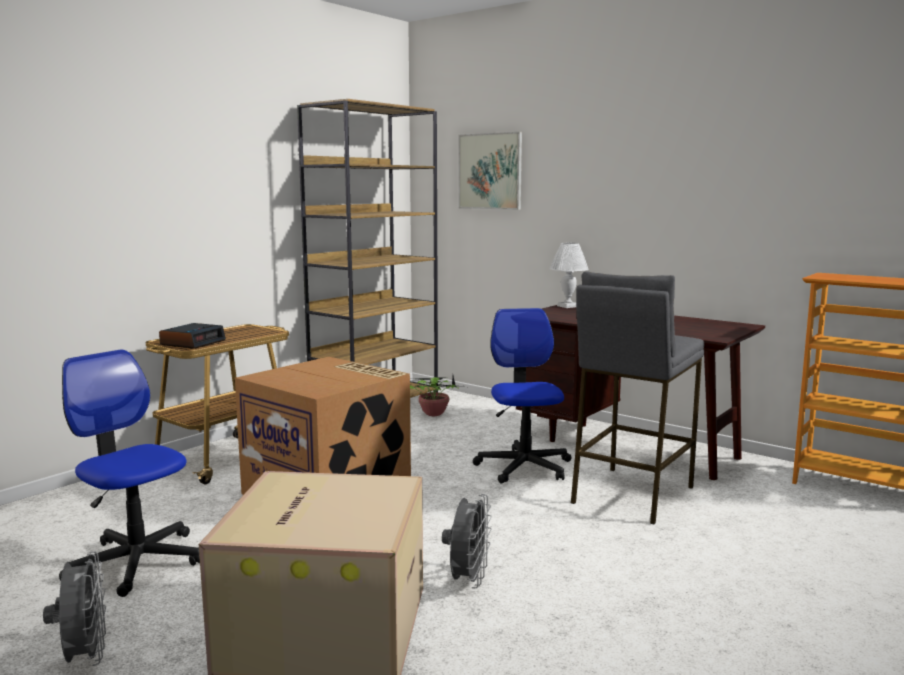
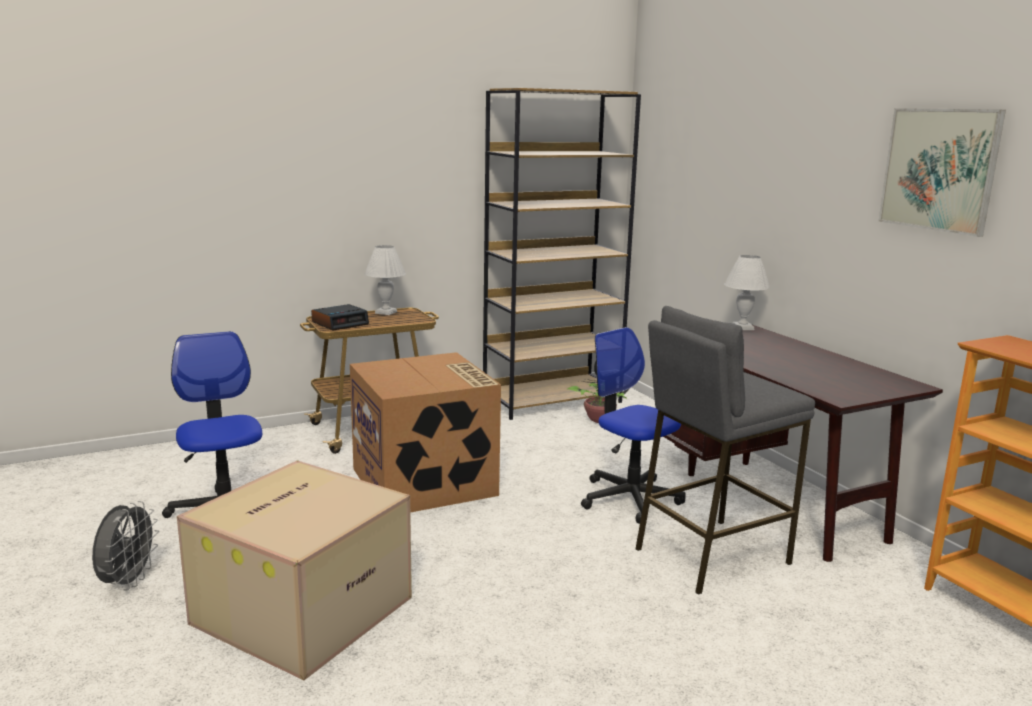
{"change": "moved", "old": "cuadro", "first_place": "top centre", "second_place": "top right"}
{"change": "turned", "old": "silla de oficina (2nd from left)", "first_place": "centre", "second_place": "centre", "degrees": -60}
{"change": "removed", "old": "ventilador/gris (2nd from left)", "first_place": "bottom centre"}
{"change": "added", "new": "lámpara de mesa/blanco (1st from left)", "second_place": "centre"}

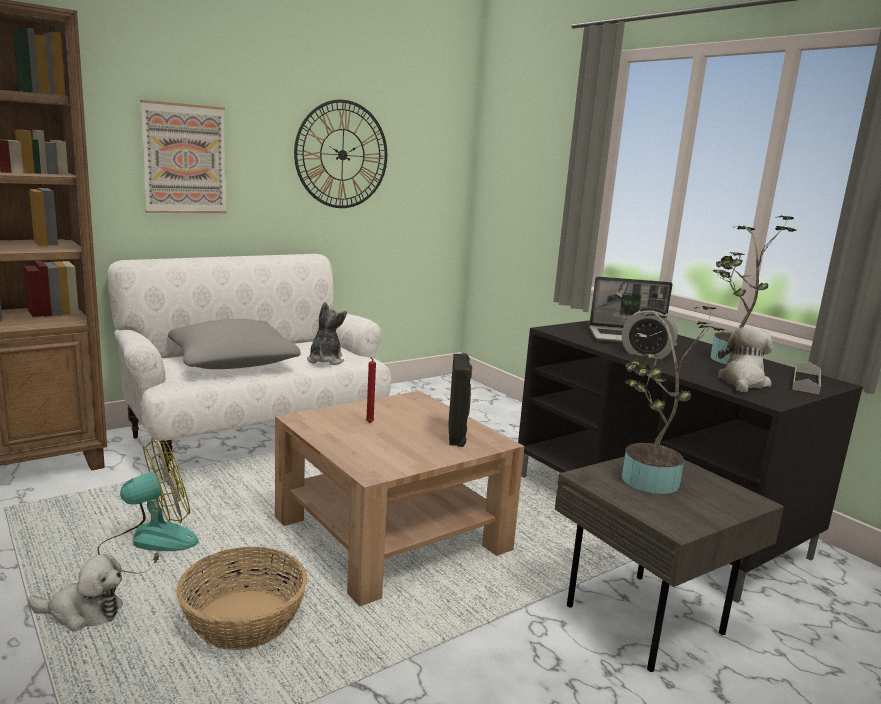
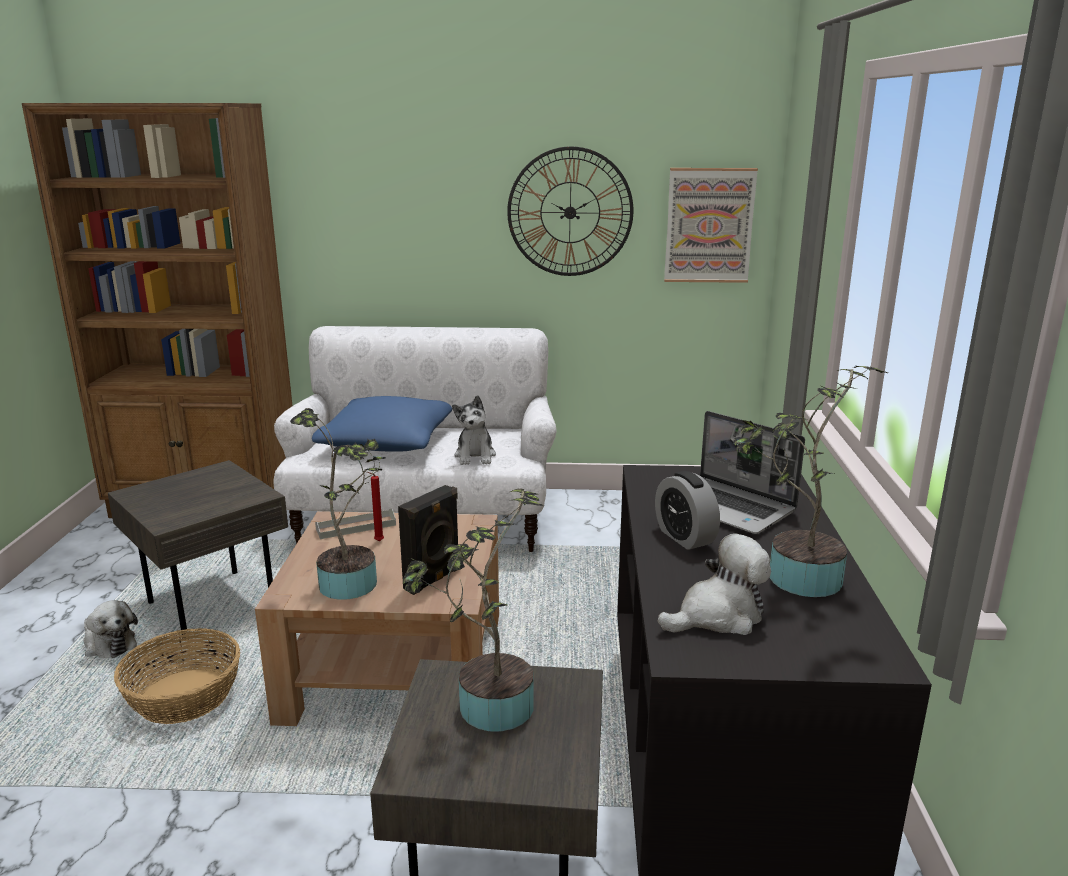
{"change": "moved", "old": "cuadro", "first_place": "top left", "second_place": "top centre"}
{"change": "turned", "old": "peluche (2nd from left)", "first_place": "centre", "second_place": "centre", "degrees": 135}
{"change": "recoloured", "old": "cojín/gris", "new": "cojín/azul", "first_place": "middle left", "second_place": "centre"}
{"change": "moved", "old": "bandeja/gris", "first_place": "middle right", "second_place": "middle left"}
{"change": "replaced", "old": "ventilador", "new": "mesa auxiliar/gris (1st from left)", "first_place": "bottom left", "second_place": "middle left"}
{"change": "added", "new": "planta en maceta (1st from left)", "second_place": "middle left"}

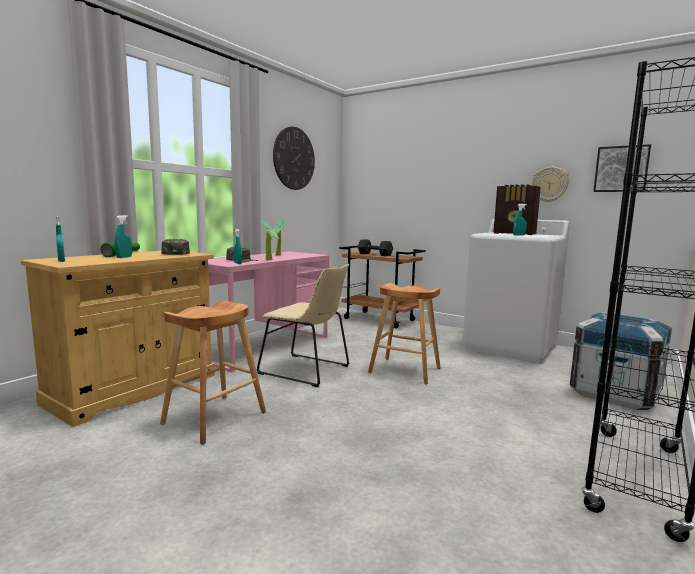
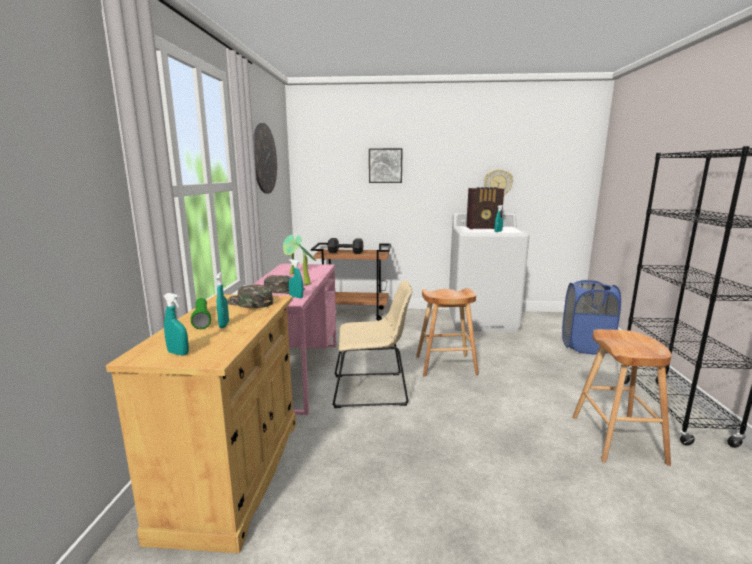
{"change": "moved", "old": "cuadro", "first_place": "top right", "second_place": "top centre"}
{"change": "moved", "old": "taburete/marrón (1st from left in the first image)", "new": "taburete/marrón (2nd from left)", "first_place": "middle left", "second_place": "bottom right"}
{"change": "replaced", "old": "caja de embalaje", "new": "cesto de la ropa/azul", "first_place": "middle right", "second_place": "middle right"}

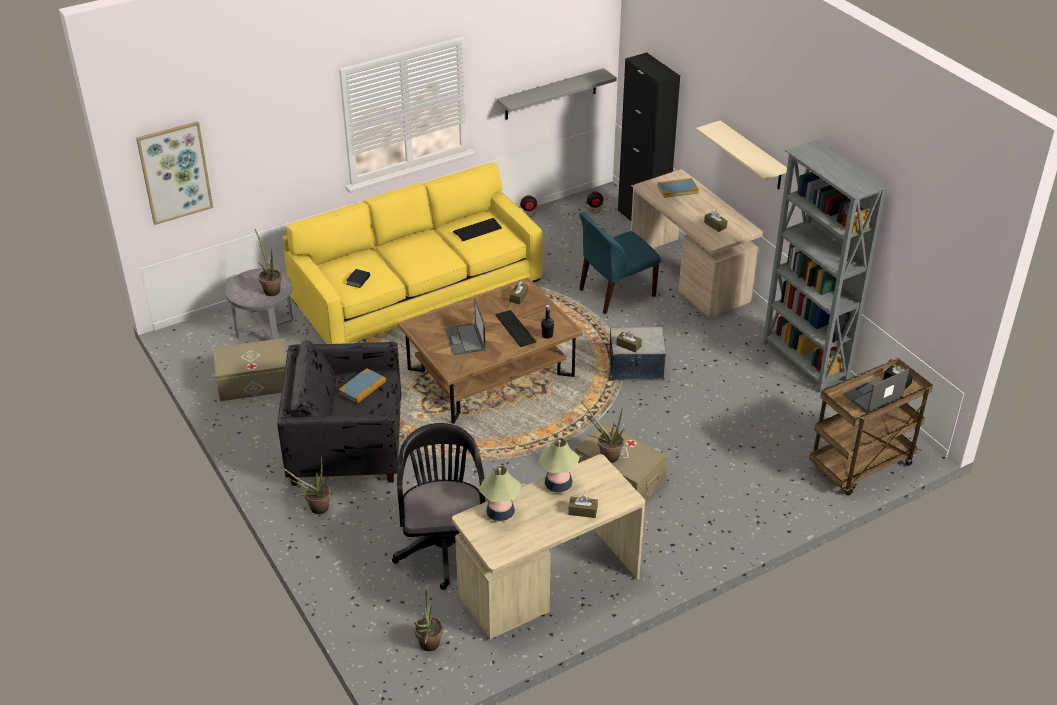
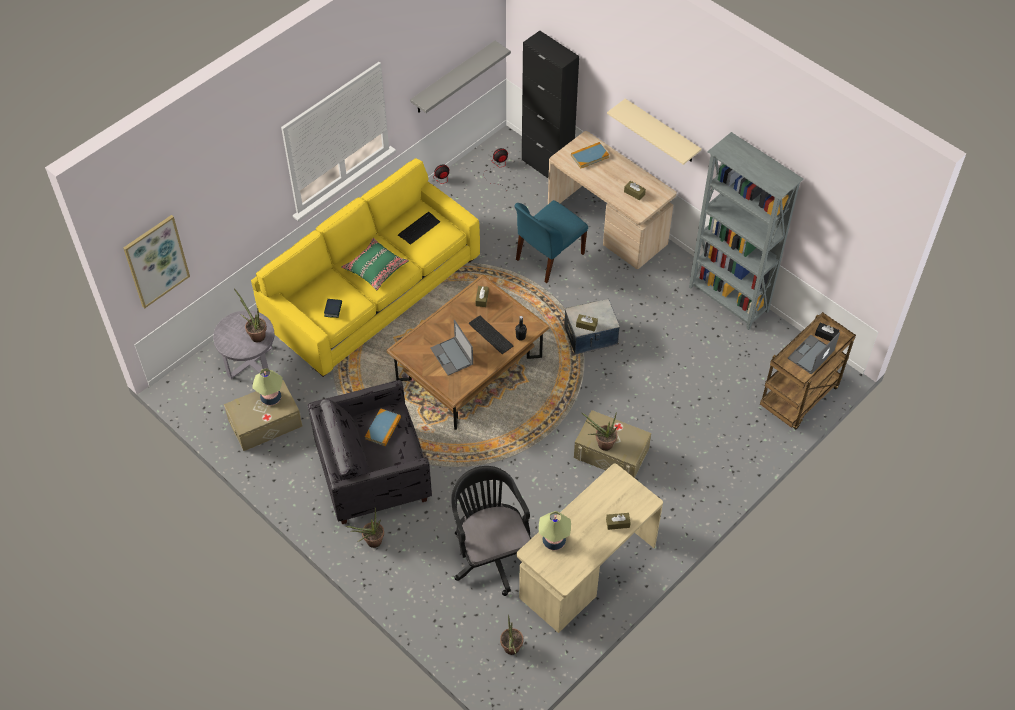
{"change": "moved", "old": "lámpara de mesa (2nd from left in the first image)", "new": "lámpara de mesa (1st from left)", "first_place": "centre", "second_place": "middle left"}
{"change": "added", "new": "cojín/verde", "second_place": "centre"}

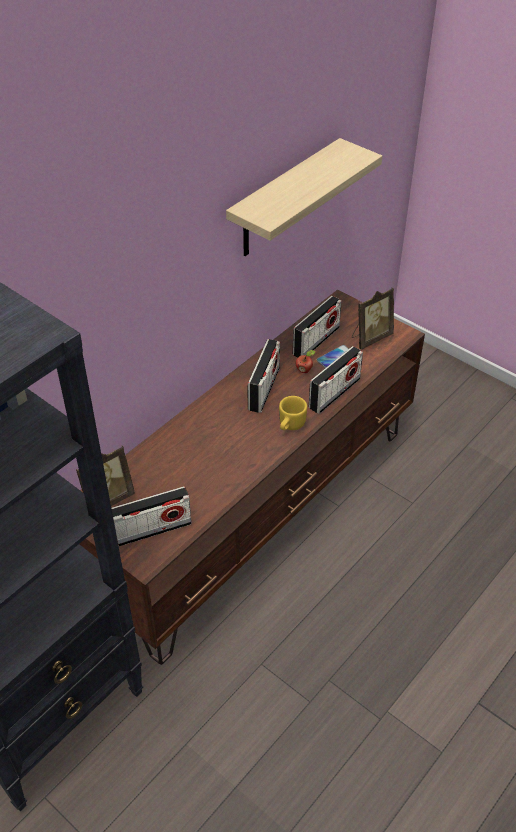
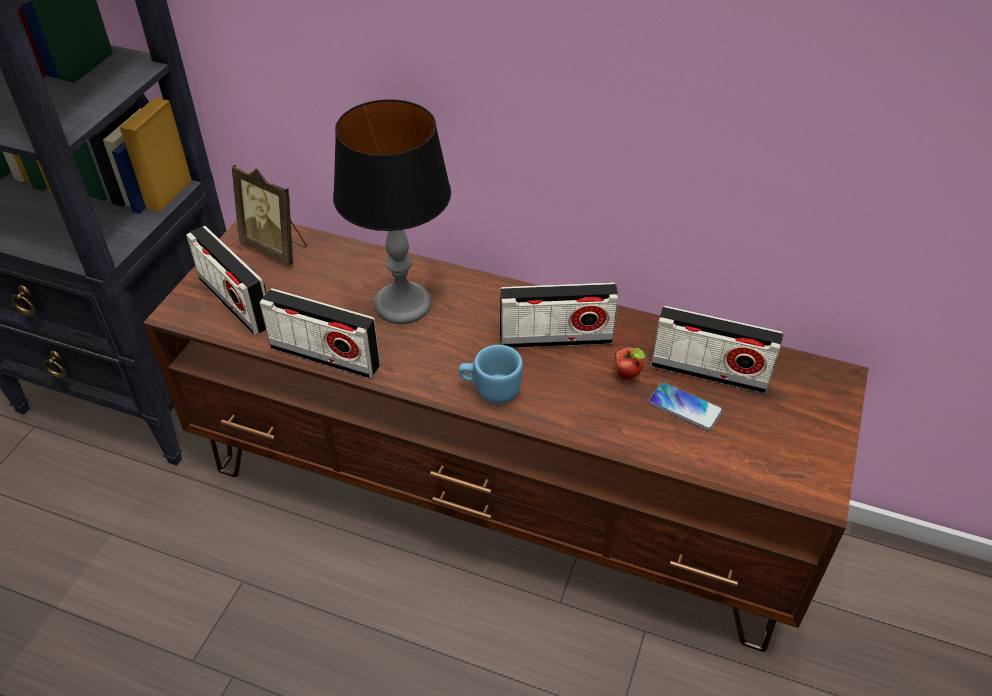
{"change": "removed", "old": "estante", "first_place": "top centre"}
{"change": "removed", "old": "portarretratos (2nd from left)", "first_place": "middle right"}
{"change": "moved", "old": "radio (4th from left in the first image)", "new": "radio (2nd from left)", "first_place": "centre", "second_place": "middle left"}
{"change": "recoloured", "old": "taza grande/amarillo", "new": "taza grande/azul", "first_place": "centre", "second_place": "centre"}
{"change": "added", "new": "lámpara de mesa", "second_place": "top centre"}

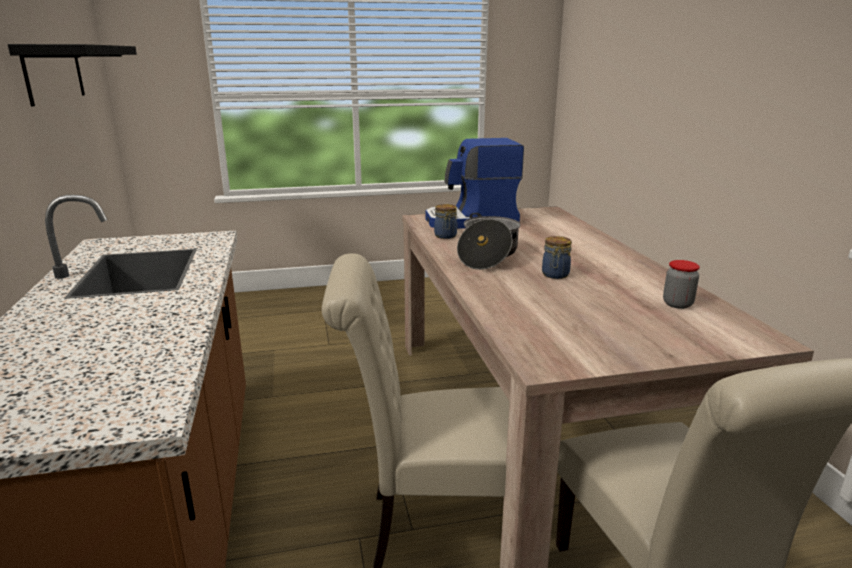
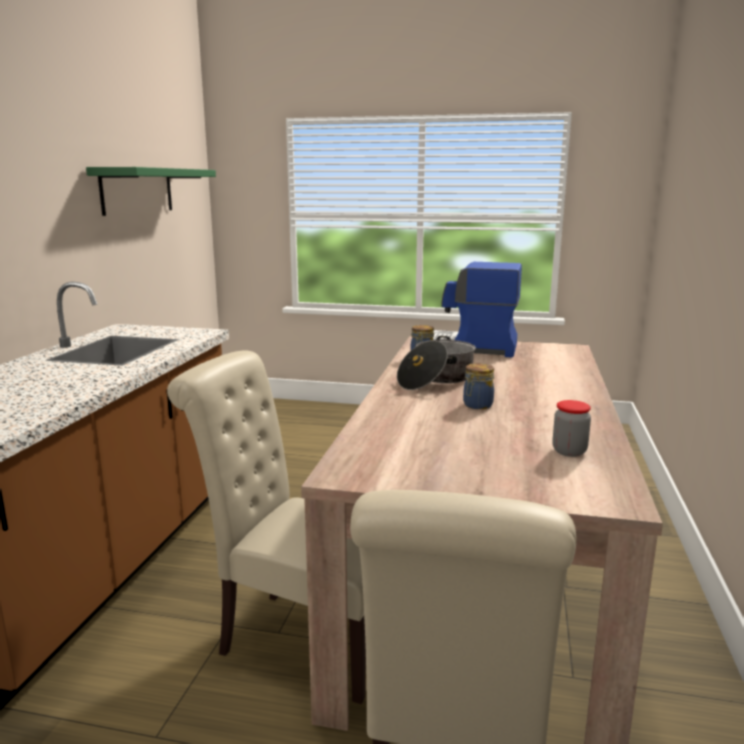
{"change": "recoloured", "old": "estante/negro", "new": "estante/verde", "first_place": "top left", "second_place": "top left"}

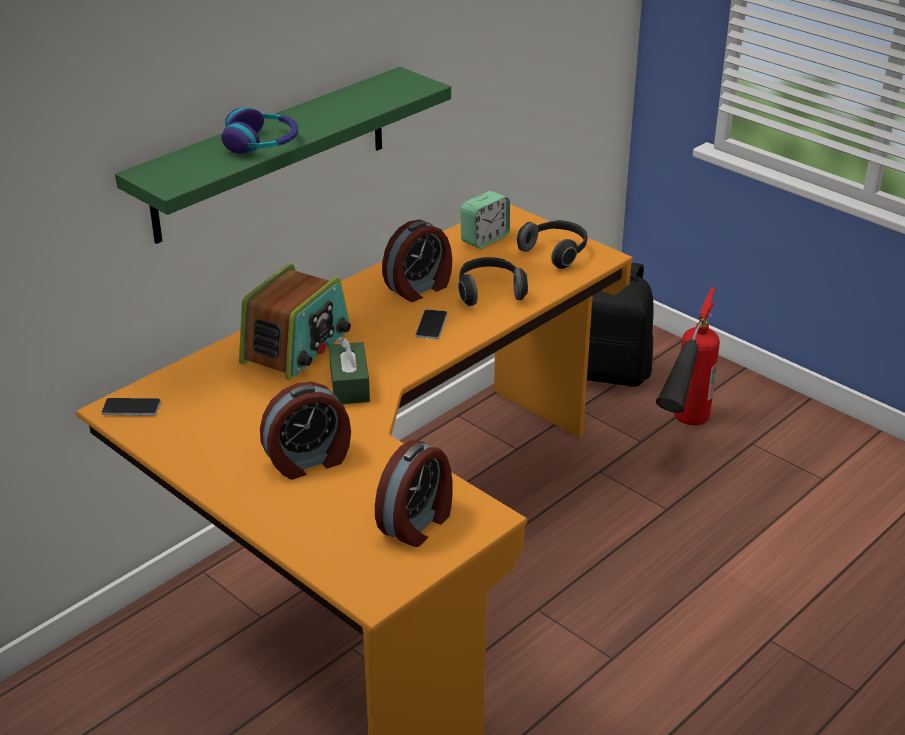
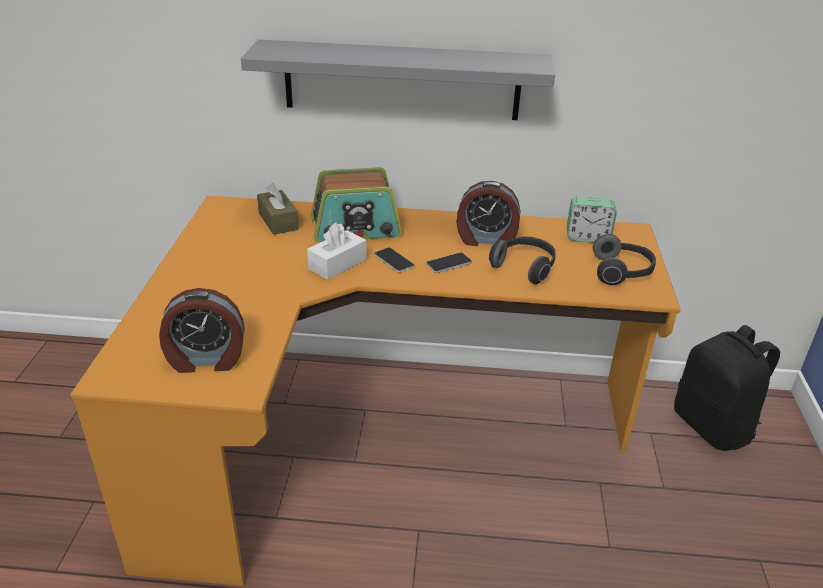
{"change": "recoloured", "old": "estante/verde", "new": "estante/gris", "first_place": "top left", "second_place": "top centre"}
{"change": "removed", "old": "auriculares (1st from left)", "first_place": "top left"}
{"change": "removed", "old": "extintor", "first_place": "middle right"}
{"change": "recoloured", "old": "caja de pañuelos/verde", "new": "caja de pañuelos/blanco", "first_place": "centre", "second_place": "centre"}
{"change": "removed", "old": "despertador (1st from left)", "first_place": "centre"}
{"change": "moved", "old": "móvil (1st from left)", "first_place": "middle left", "second_place": "centre"}
{"change": "added", "new": "caja de pañuelos/marrón", "second_place": "centre"}

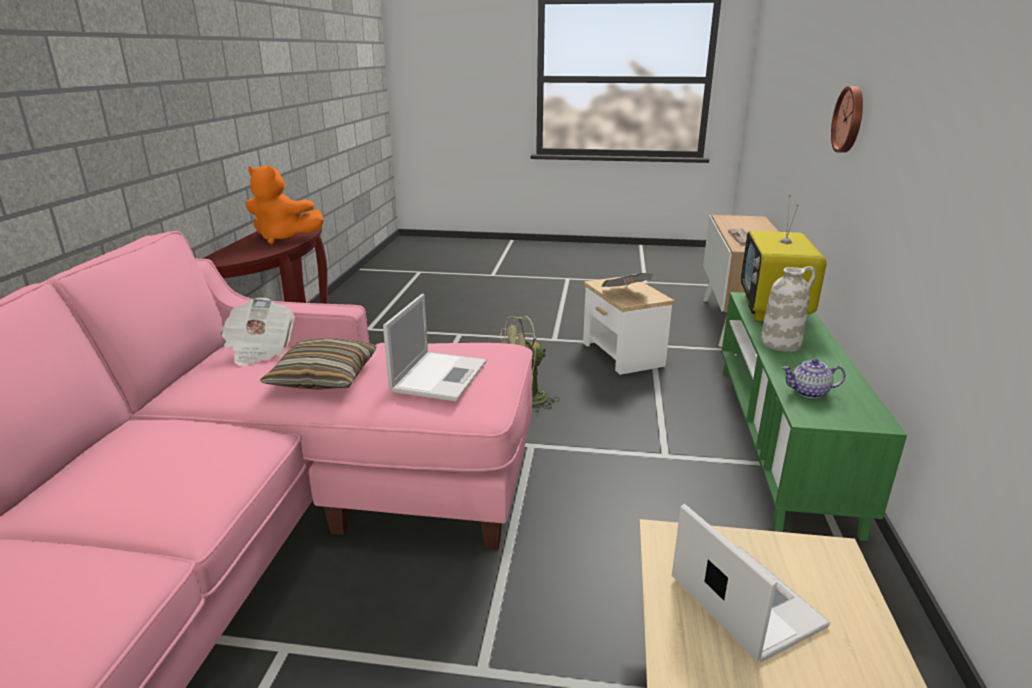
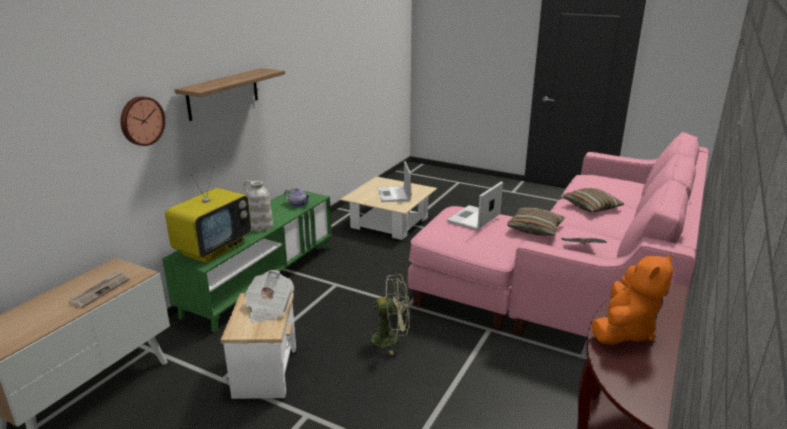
{"change": "turned", "old": "peluche/naranja", "first_place": "top left", "second_place": "bottom right", "degrees": 90}
{"change": "added", "new": "estante", "second_place": "top left"}
{"change": "added", "new": "cojín (2nd from left)", "second_place": "middle right"}

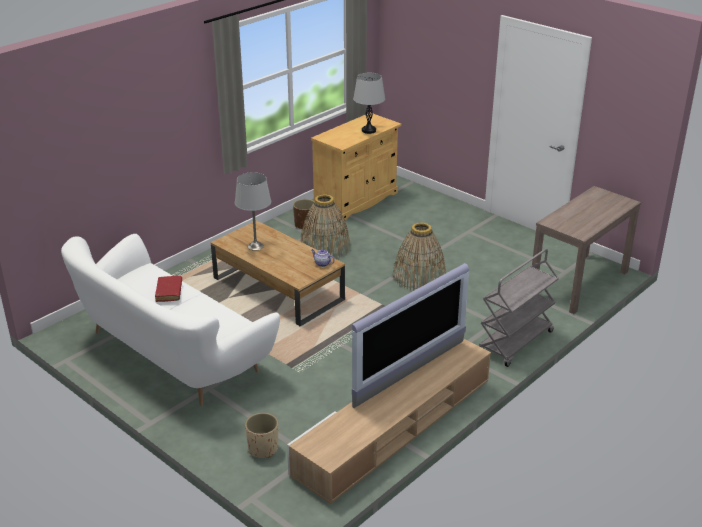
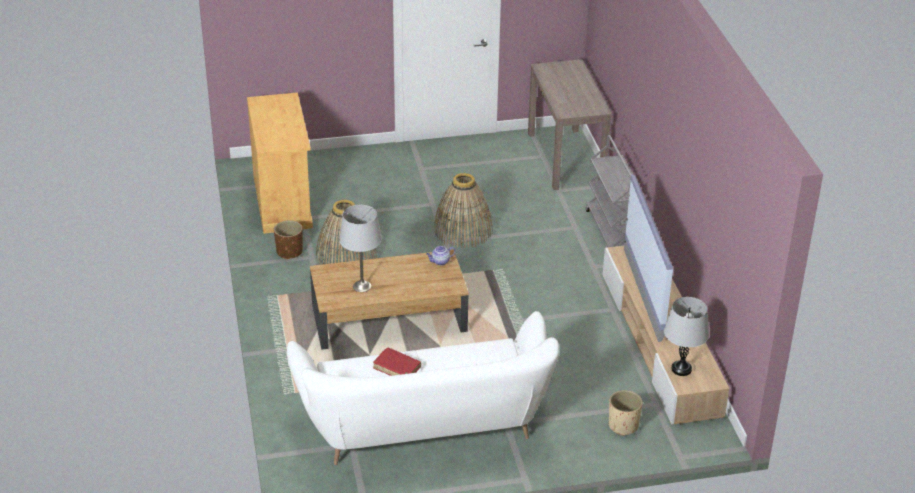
{"change": "moved", "old": "lámpara de mesa/gris (2nd from left)", "first_place": "top centre", "second_place": "bottom right"}

